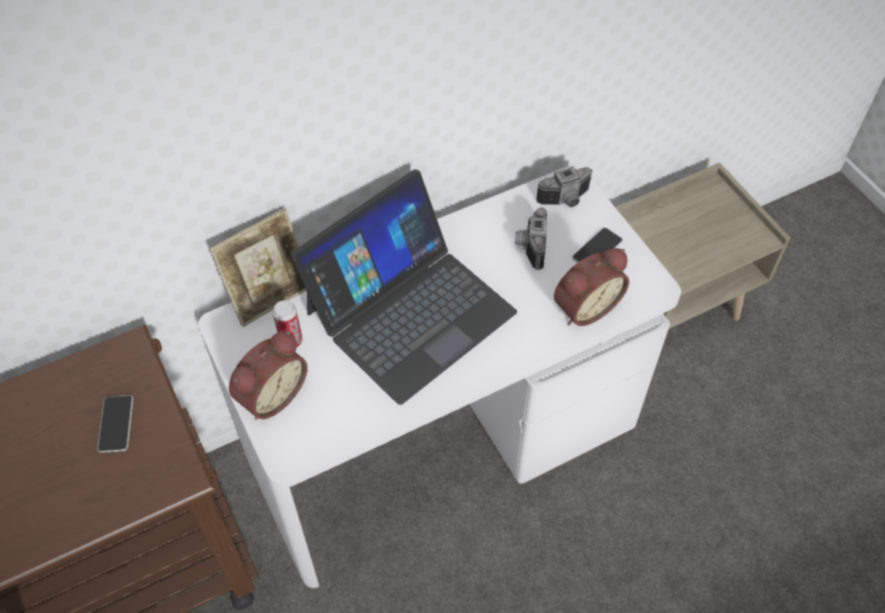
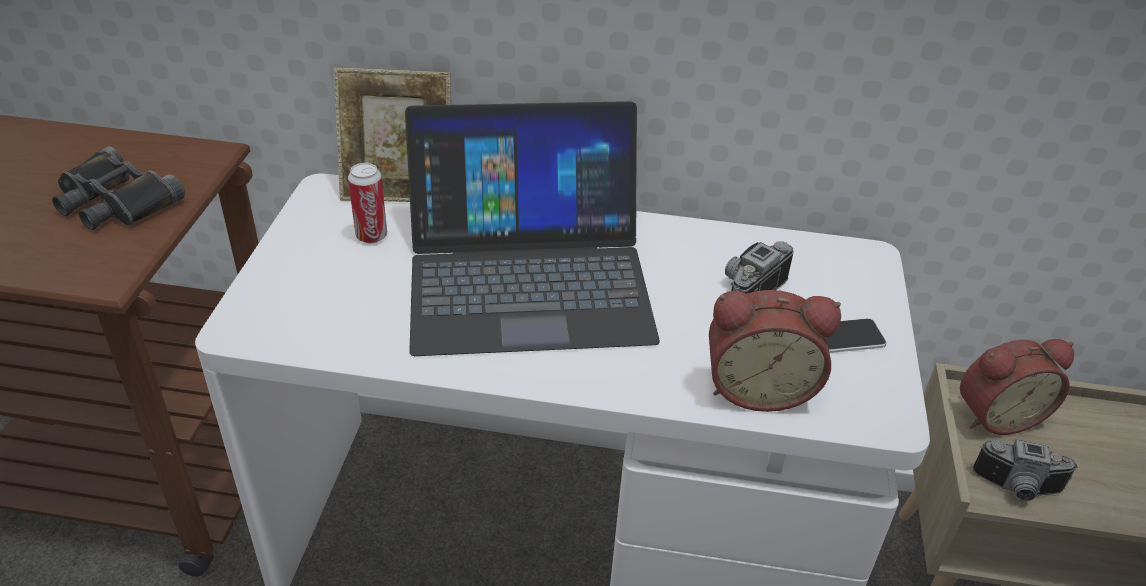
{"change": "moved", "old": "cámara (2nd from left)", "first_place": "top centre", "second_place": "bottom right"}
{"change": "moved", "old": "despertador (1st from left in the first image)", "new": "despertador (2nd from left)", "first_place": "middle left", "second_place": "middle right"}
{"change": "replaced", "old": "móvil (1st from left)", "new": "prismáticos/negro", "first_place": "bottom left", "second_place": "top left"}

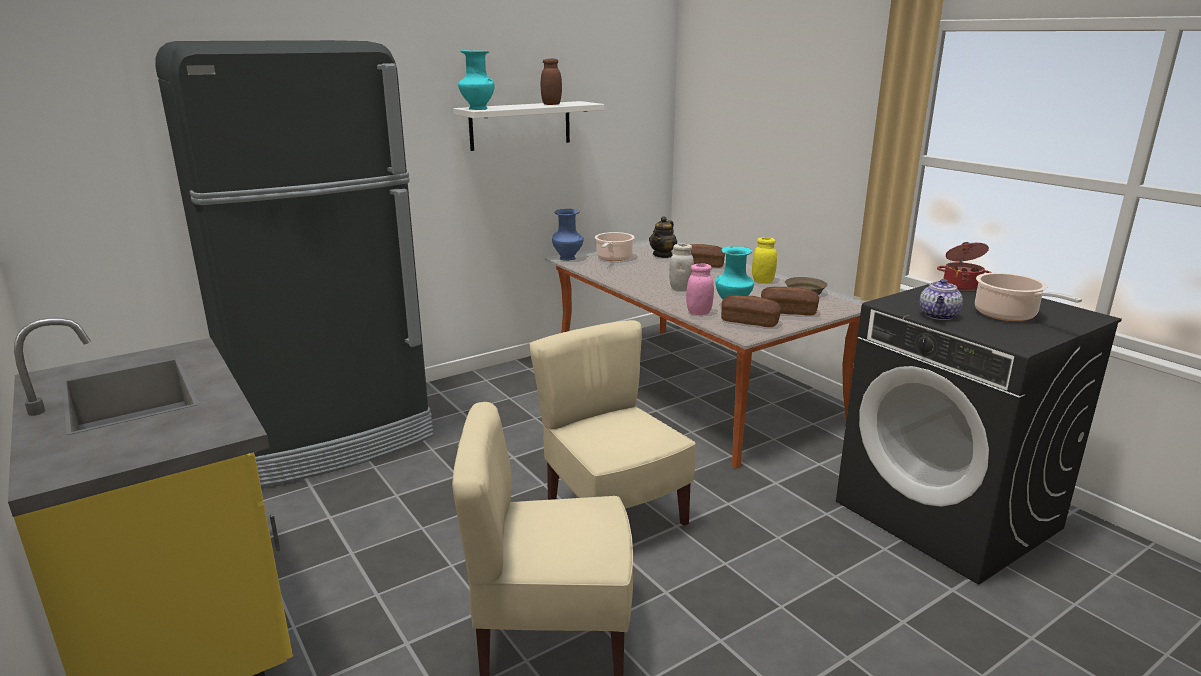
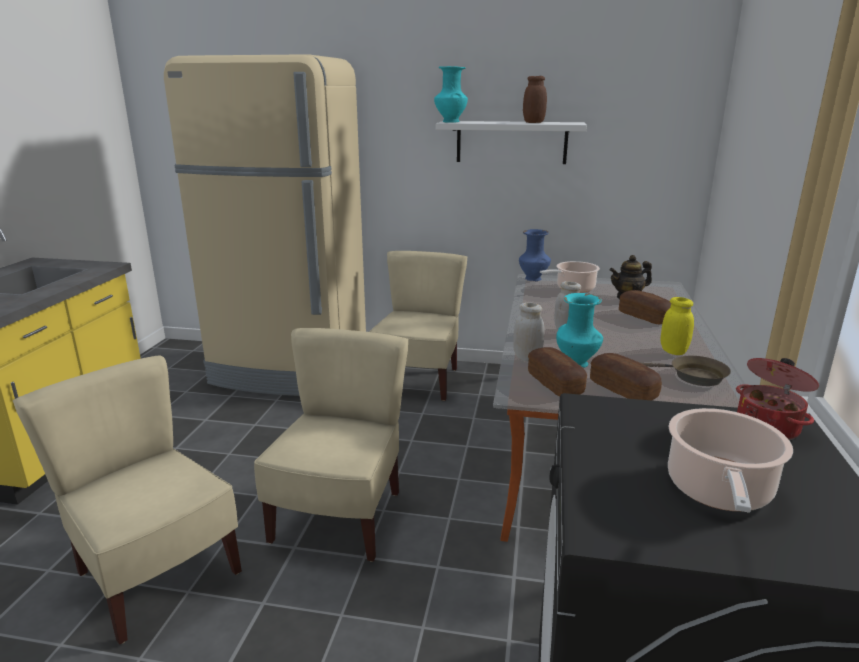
{"change": "recoloured", "old": "nevera/negro", "new": "nevera/beis", "first_place": "middle left", "second_place": "middle left"}
{"change": "recoloured", "old": "tarro/rosa", "new": "tarro/blanco (1st from left)", "first_place": "centre", "second_place": "centre"}
{"change": "removed", "old": "tetera (2nd from left)", "first_place": "middle right"}
{"change": "added", "new": "silla/beis (3rd from left)", "second_place": "centre"}

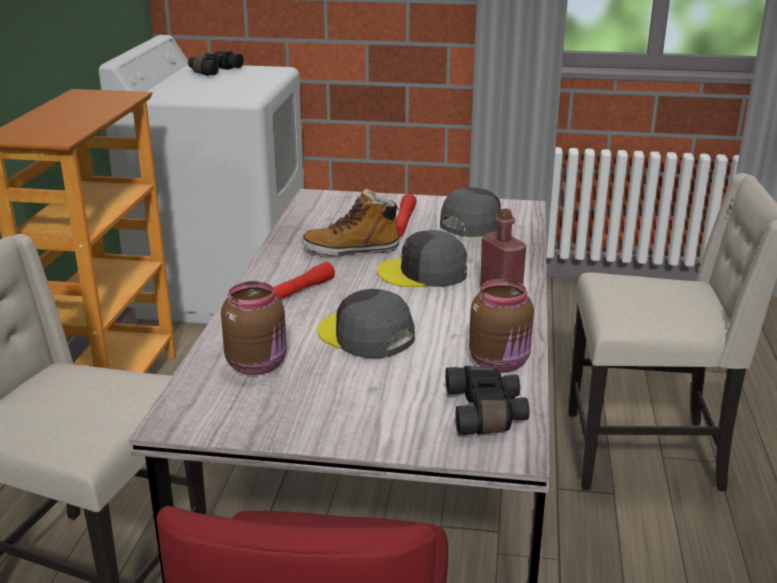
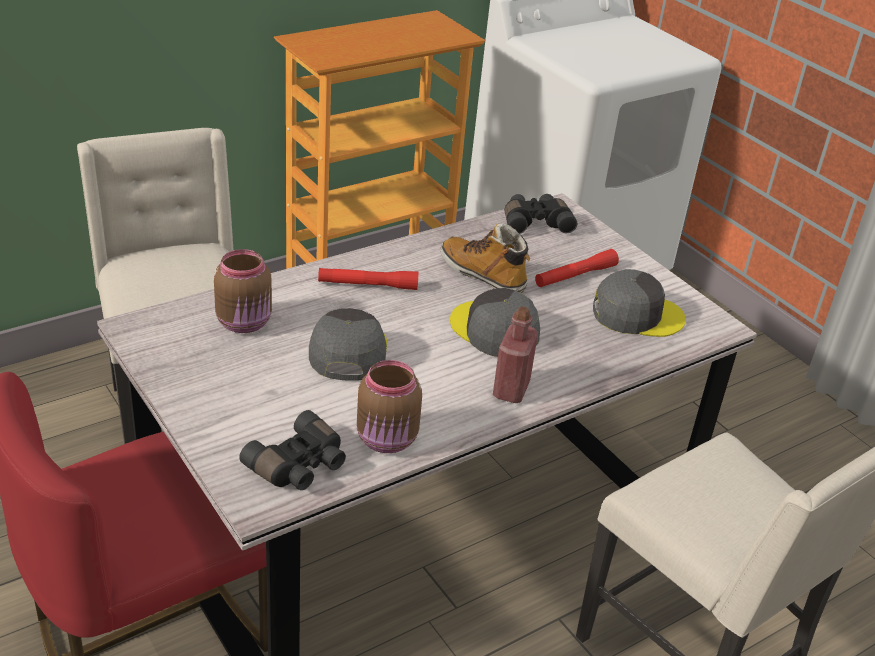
{"change": "moved", "old": "prismáticos/negro (1st from left in the first image)", "new": "prismáticos/negro (2nd from left)", "first_place": "top left", "second_place": "top centre"}

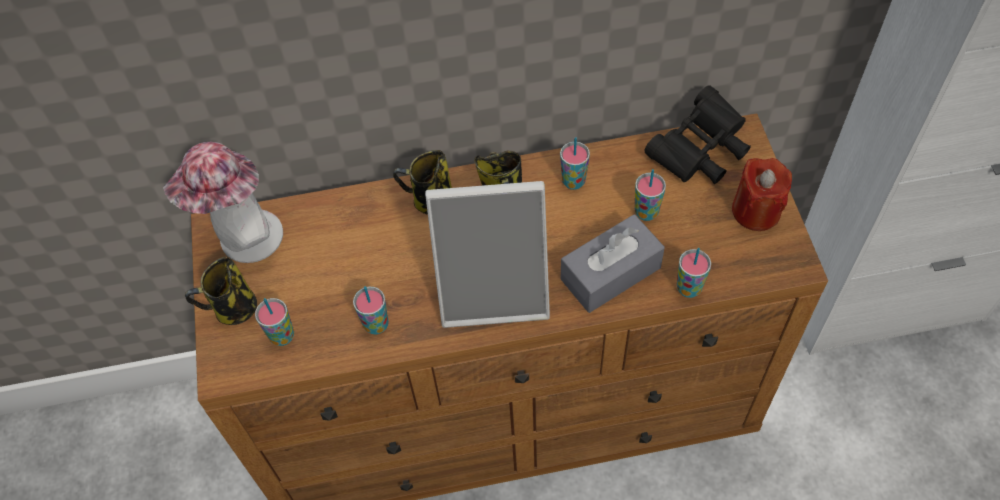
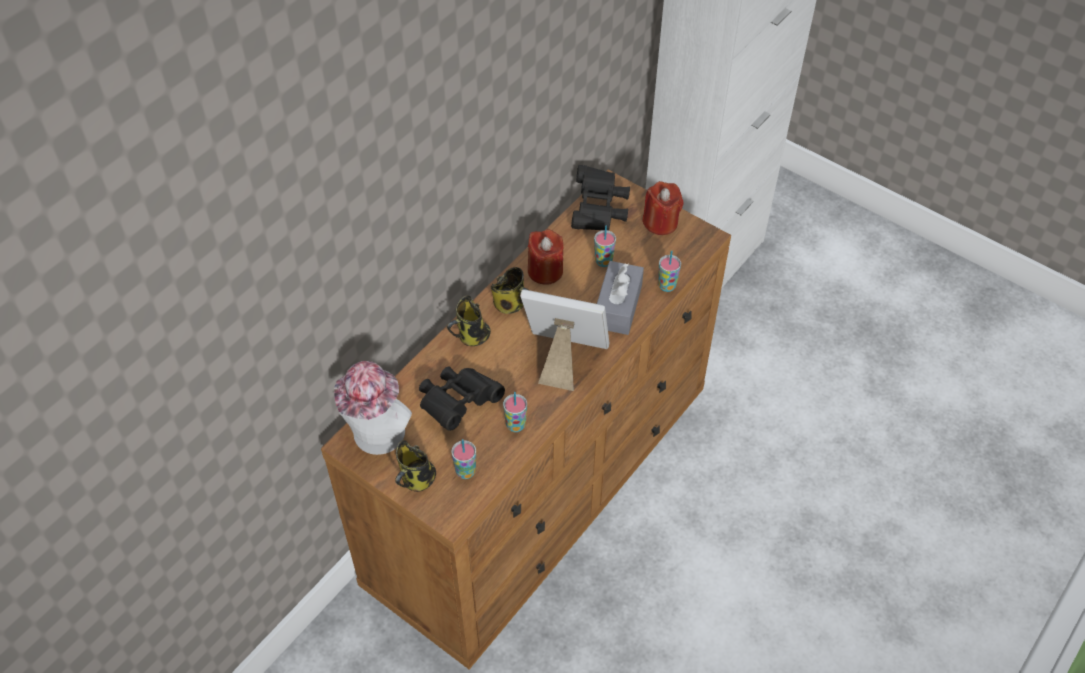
{"change": "replaced", "old": "taza (3rd from left)", "new": "vela/rojo (1st from left)", "first_place": "top centre", "second_place": "centre"}
{"change": "turned", "old": "portarretratos", "first_place": "centre", "second_place": "centre", "degrees": -120}
{"change": "added", "new": "prismáticos/negro (1st from left)", "second_place": "centre"}

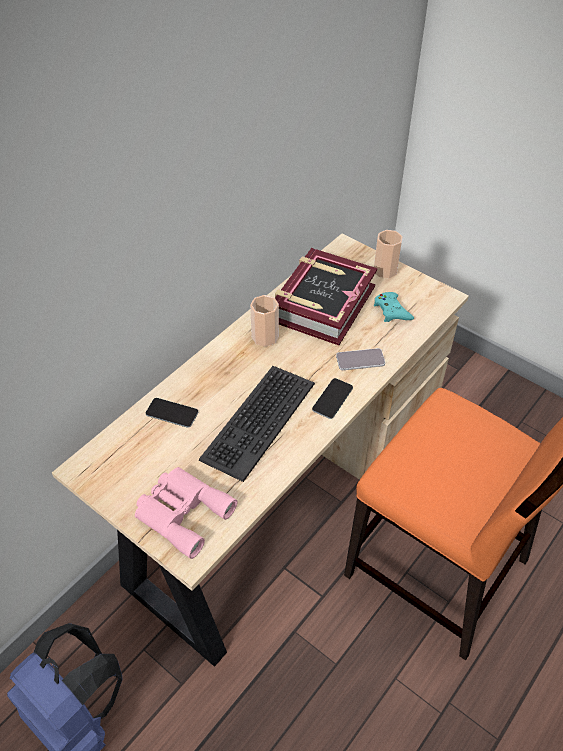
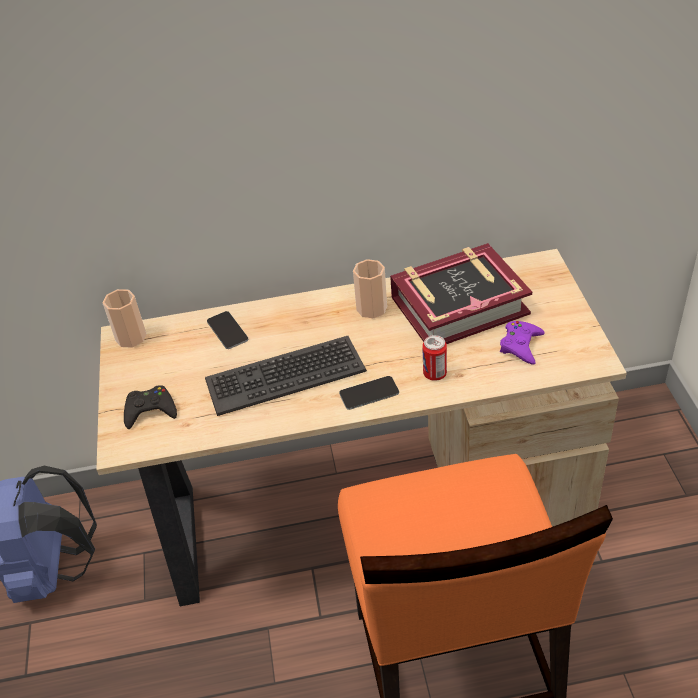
{"change": "moved", "old": "taza (2nd from left in the first image)", "new": "taza (1st from left)", "first_place": "middle right", "second_place": "middle left"}
{"change": "recoloured", "old": "mando de consola/turquesa", "new": "mando de consola/morado", "first_place": "middle right", "second_place": "middle right"}
{"change": "replaced", "old": "móvil (3rd from left)", "new": "lata", "first_place": "centre", "second_place": "centre"}
{"change": "replaced", "old": "prismáticos/rosa", "new": "mando de consola/negro", "first_place": "bottom left", "second_place": "middle left"}

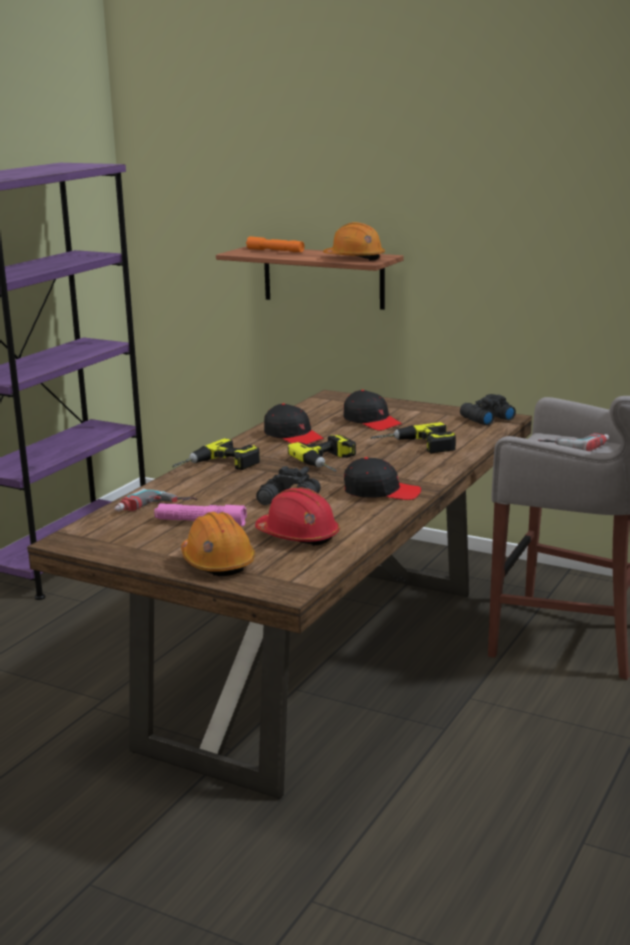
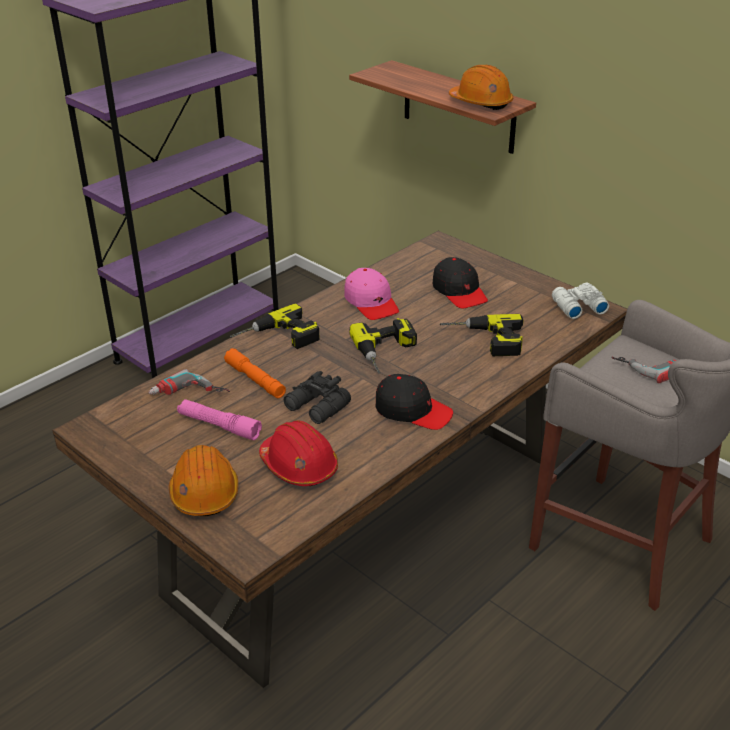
{"change": "moved", "old": "linterna/naranja", "first_place": "top centre", "second_place": "centre"}
{"change": "recoloured", "old": "prismáticos/negro (2nd from left)", "new": "prismáticos/blanco", "first_place": "middle right", "second_place": "middle right"}
{"change": "recoloured", "old": "gorra/negro (1st from left)", "new": "gorra/rosa", "first_place": "centre", "second_place": "centre"}

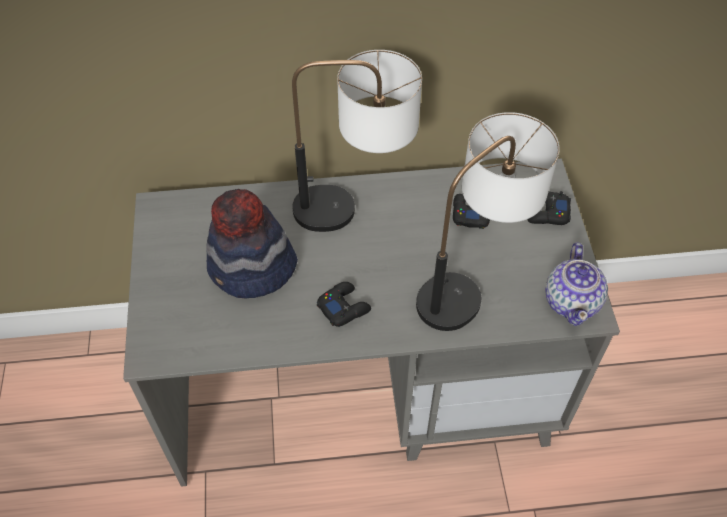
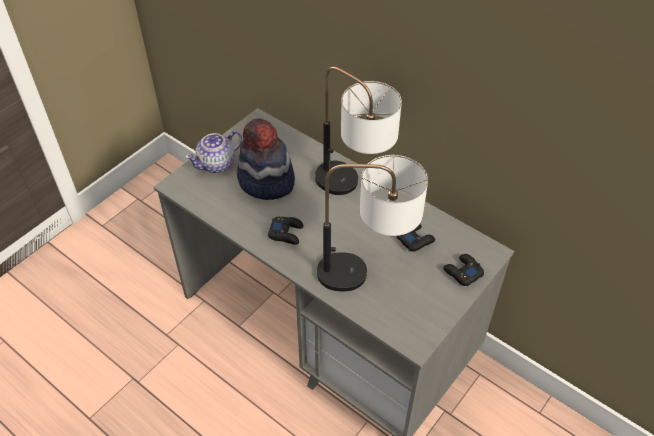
{"change": "moved", "old": "tetera", "first_place": "middle right", "second_place": "middle left"}

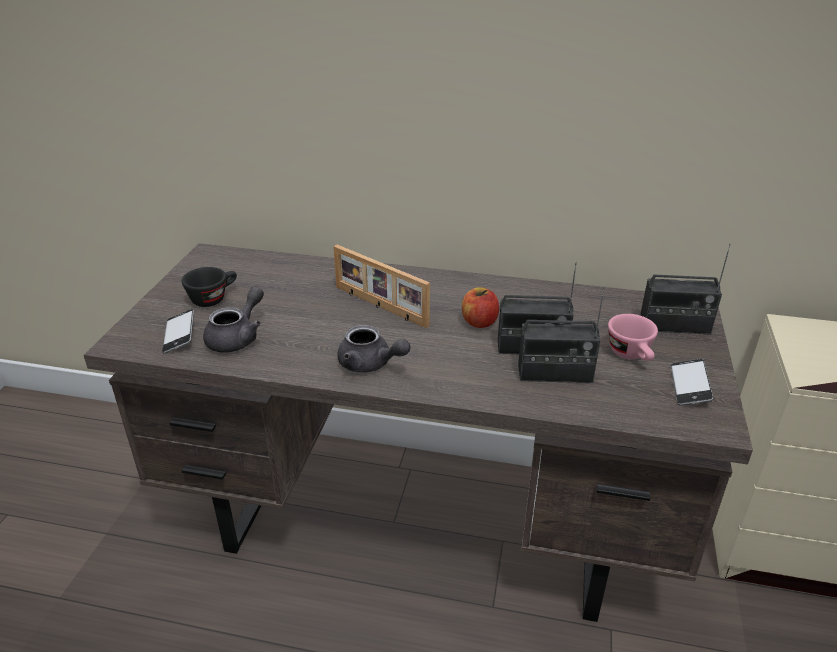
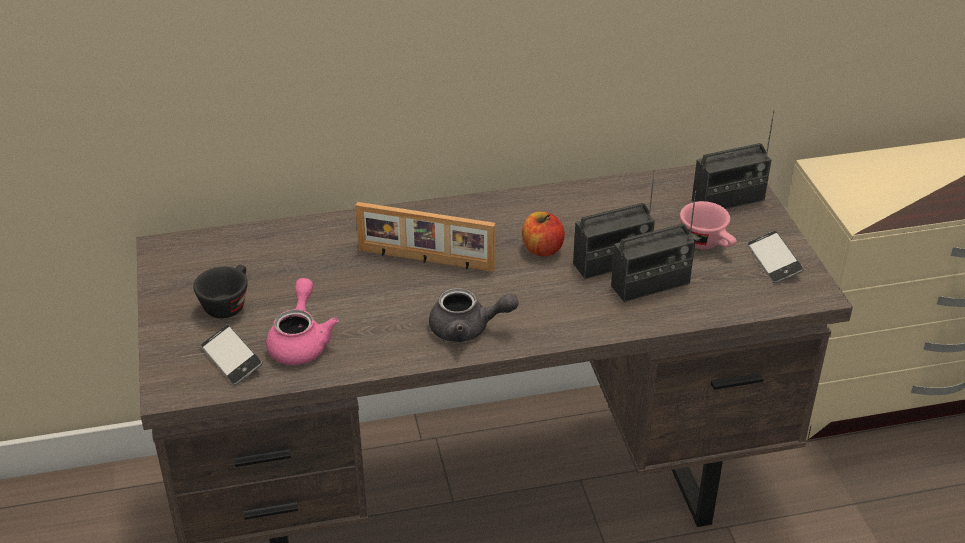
{"change": "recoloured", "old": "tetera/gris (1st from left)", "new": "tetera/rosa", "first_place": "middle left", "second_place": "middle left"}

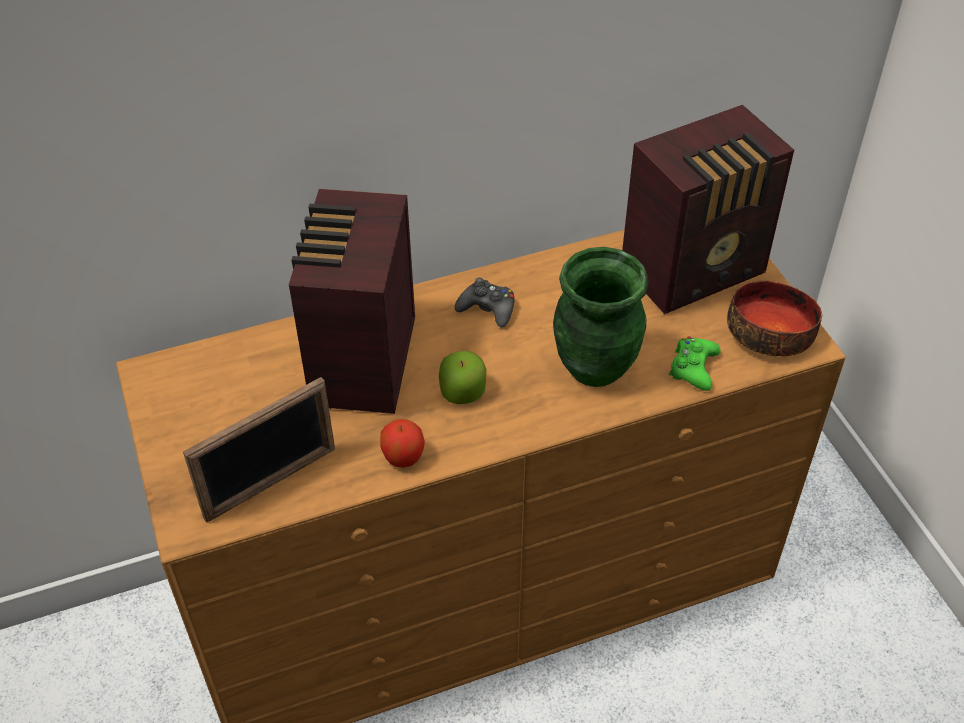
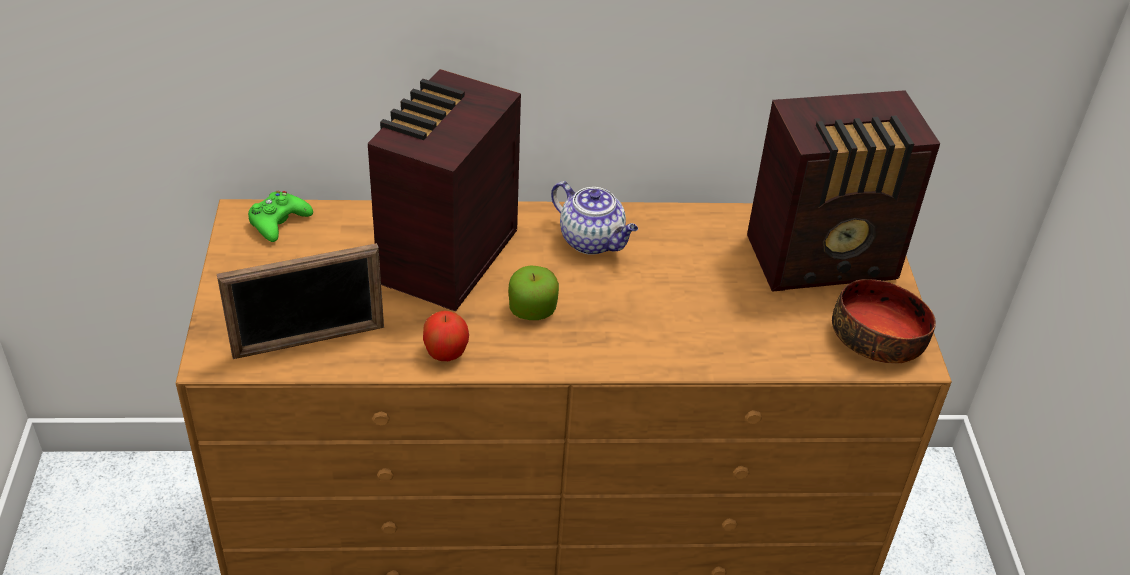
{"change": "removed", "old": "florero/verde", "first_place": "centre"}
{"change": "replaced", "old": "mando de consola/negro", "new": "tetera", "first_place": "centre", "second_place": "centre"}
{"change": "moved", "old": "mando de consola/verde", "first_place": "middle right", "second_place": "middle left"}

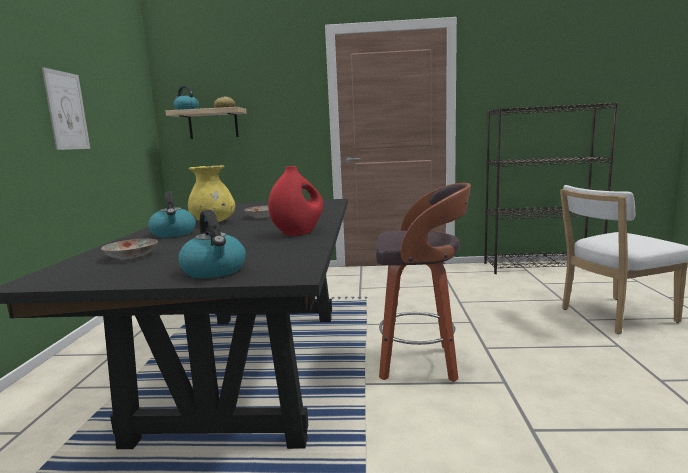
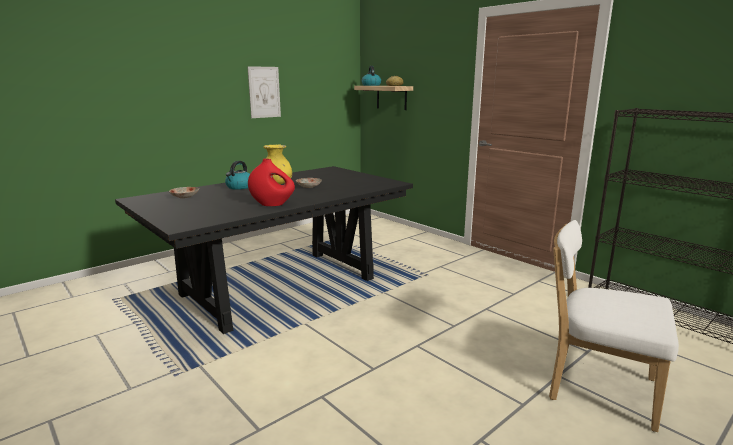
{"change": "removed", "old": "taburete", "first_place": "centre"}
{"change": "removed", "old": "hervidor (3rd from left)", "first_place": "middle left"}

